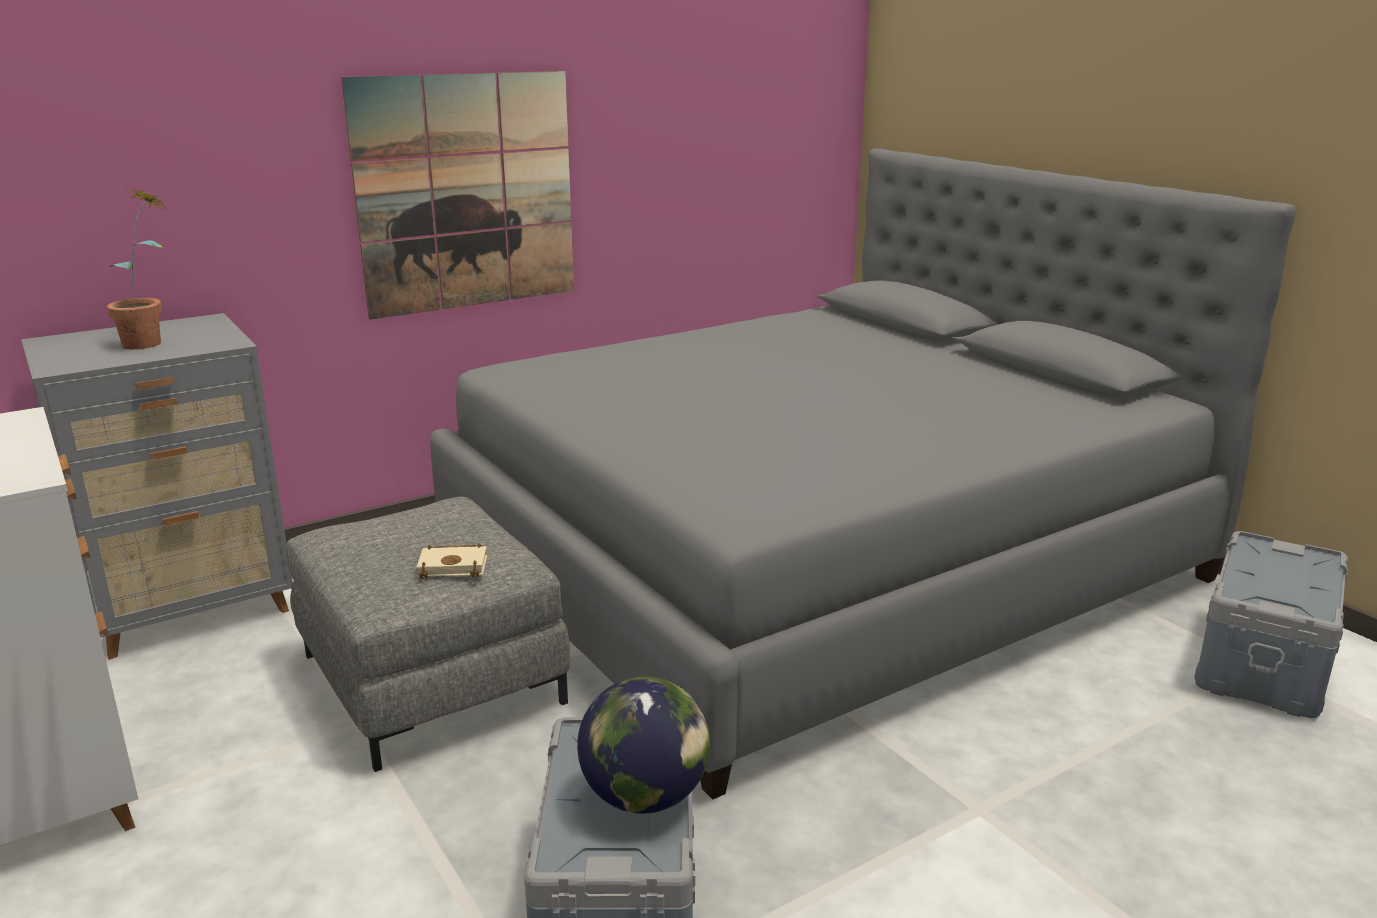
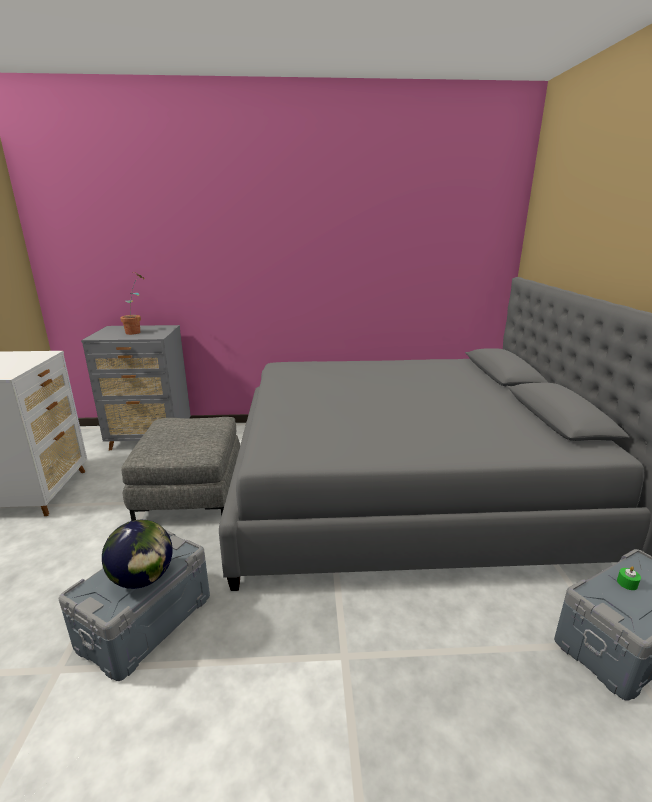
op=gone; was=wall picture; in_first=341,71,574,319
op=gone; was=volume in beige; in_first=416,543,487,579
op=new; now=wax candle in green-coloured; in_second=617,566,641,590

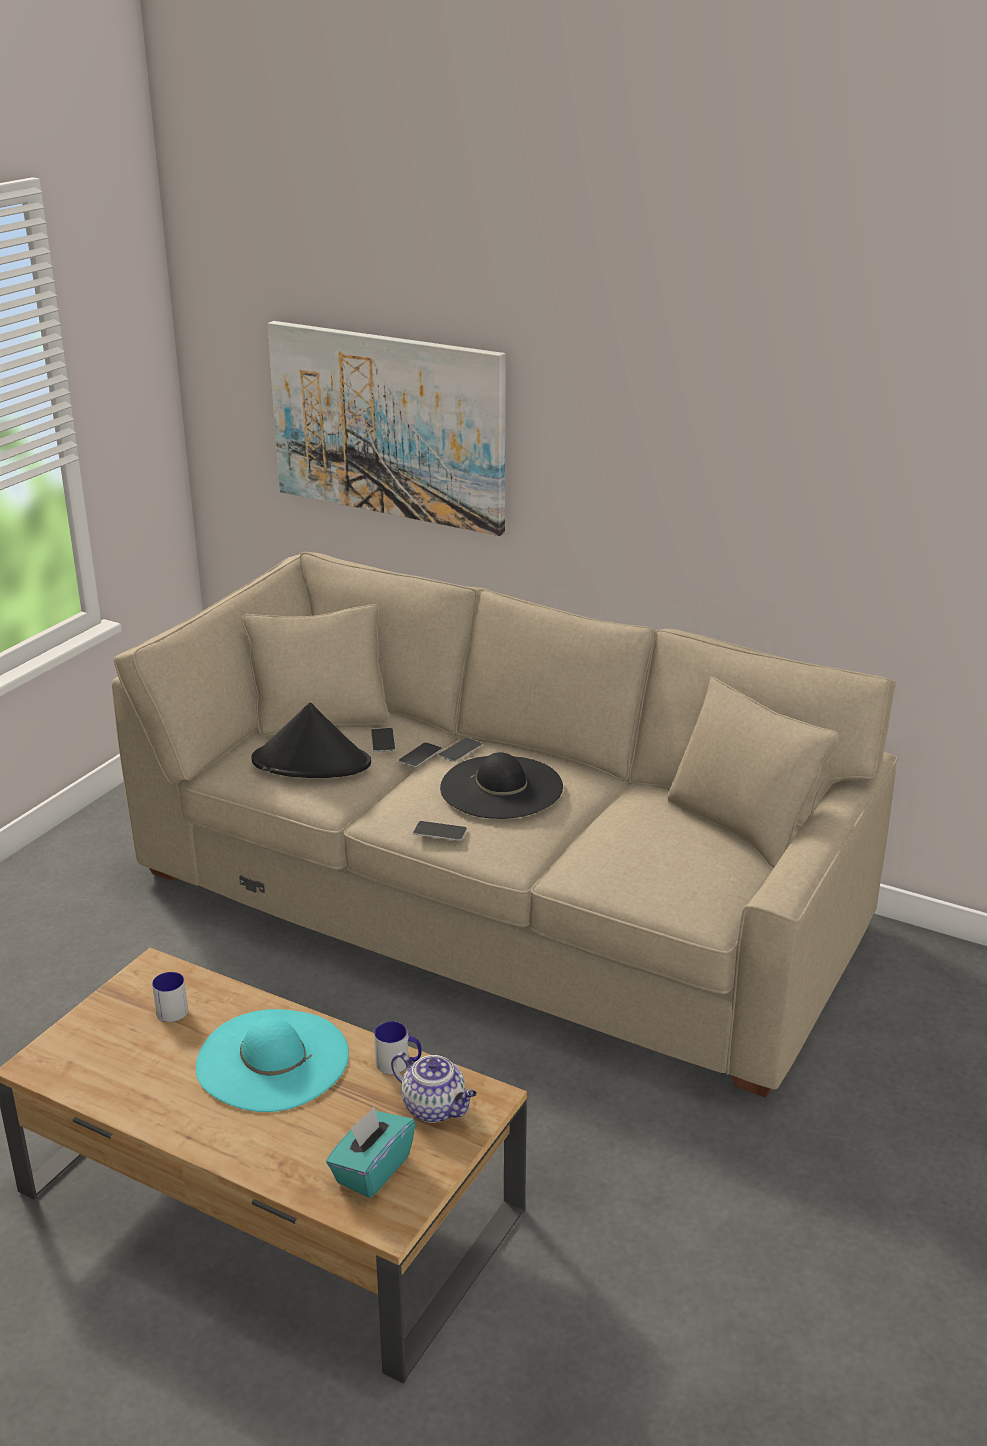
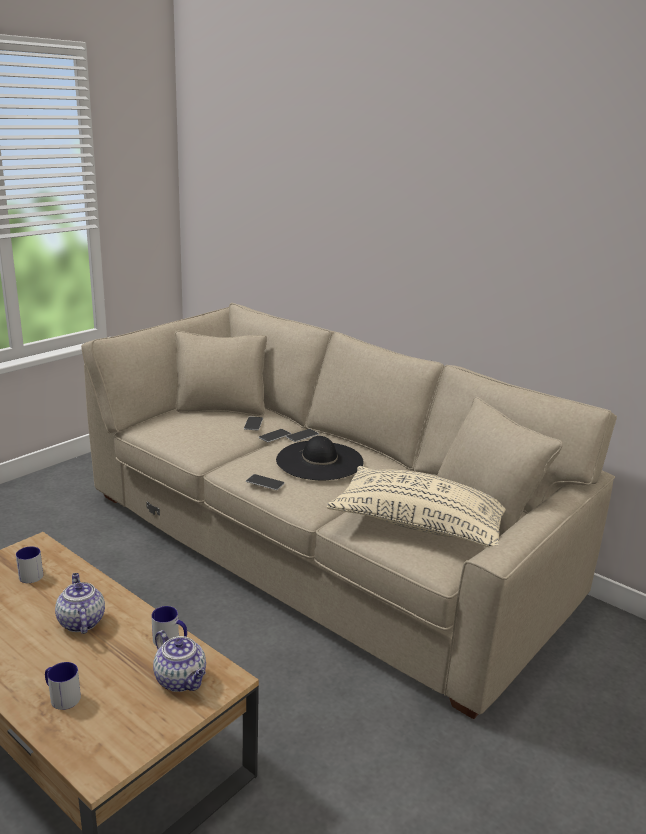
op=gone; was=wall picture; in_first=267,321,506,536
op=gone; was=wearable hat in blackish; in_first=251,703,371,778
op=swapped; was=wearable hat in blue-green; now=tea pot; in_first=196,1009,349,1112; in_second=55,573,105,634
op=gone; was=box of tissues in blue-green; in_first=326,1107,416,1198
op=new; now=throw pillow in beige; in_second=326,466,506,547
op=new; now=mug; in_second=45,662,81,710

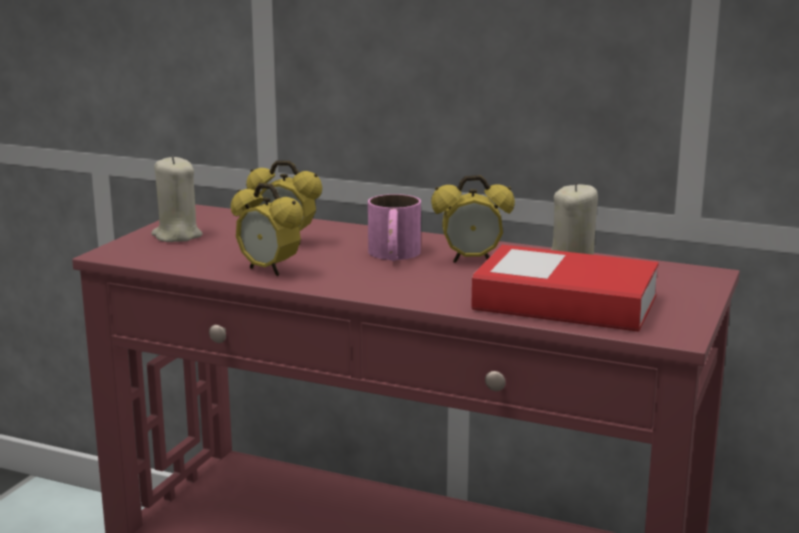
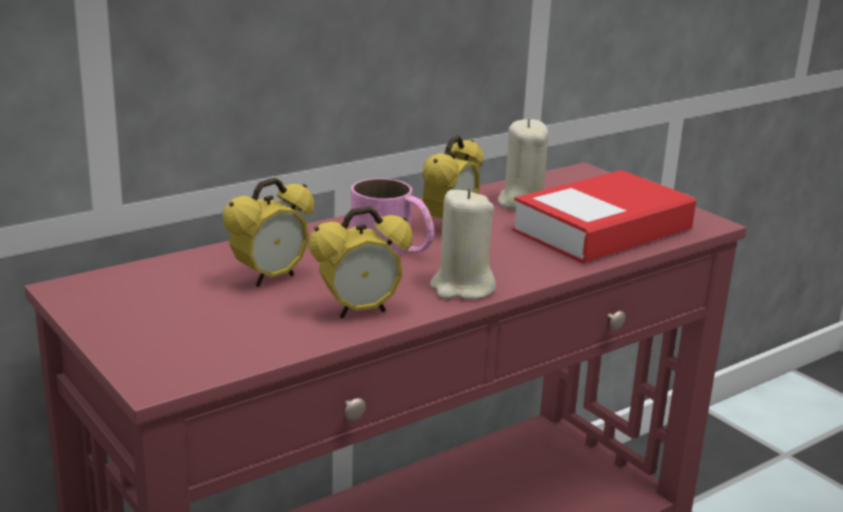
op=shifted; was=wax candle in beige; in_first=151,156,203,242; in_second=430,188,496,300

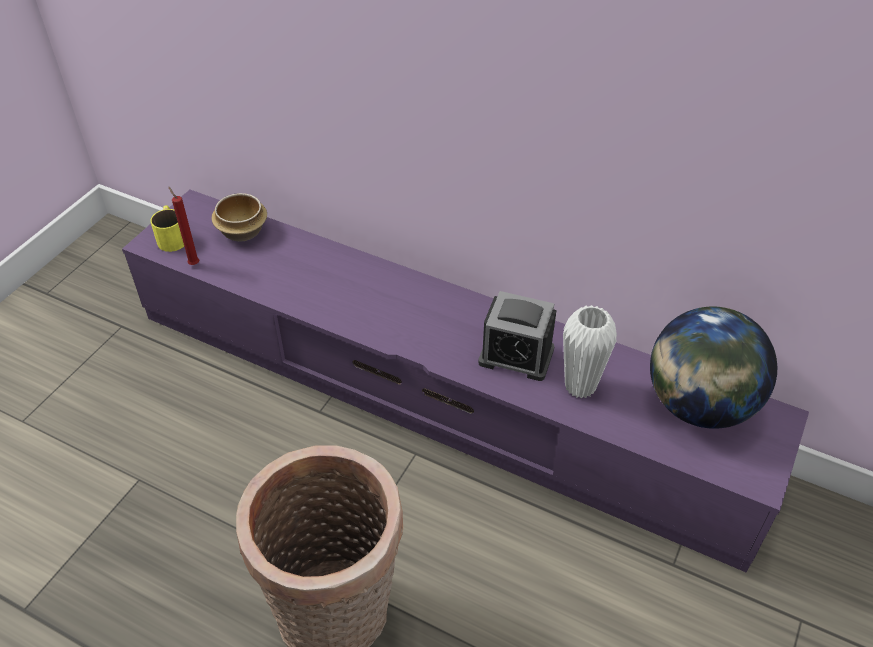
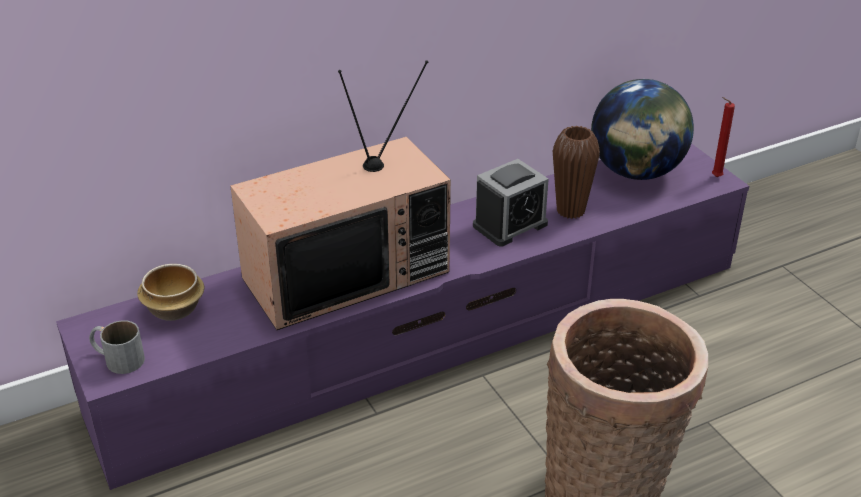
op=shifted; was=wax candle in red; in_first=168,186,199,265; in_second=712,97,735,177
op=repainted; was=mug in yellowish; now=mug in grey; in_first=150,205,184,252; in_second=89,320,145,374
op=repainted; was=flower vase in white-coloured; now=flower vase in brown-coloured; in_first=563,305,617,399; in_second=553,126,600,219
op=new; now=television; in_second=230,60,451,330

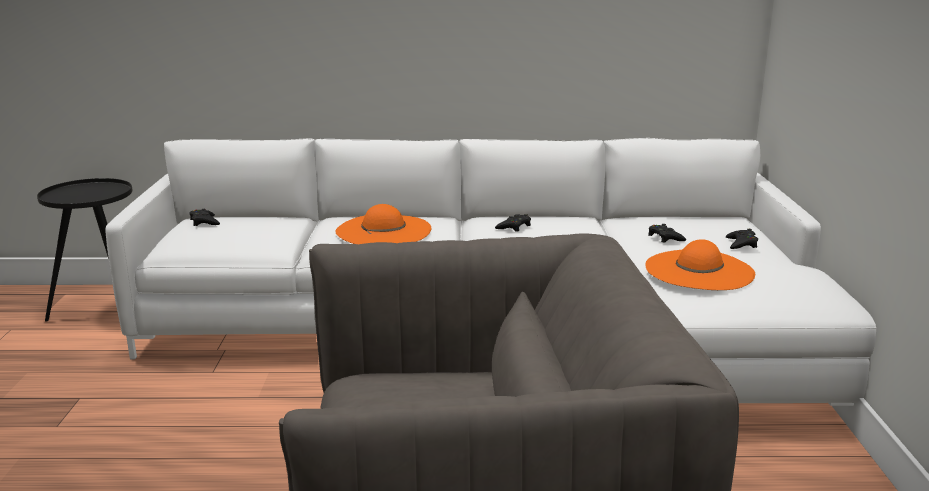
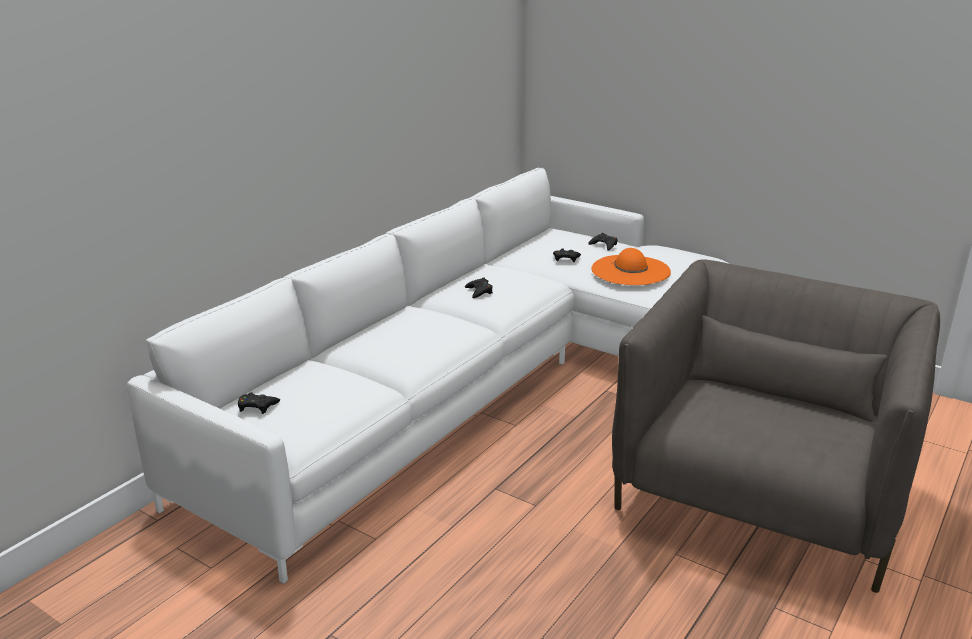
op=gone; was=end table in blackish; in_first=37,178,132,322
op=gone; was=wearable hat in orange-coloured; in_first=336,204,432,244

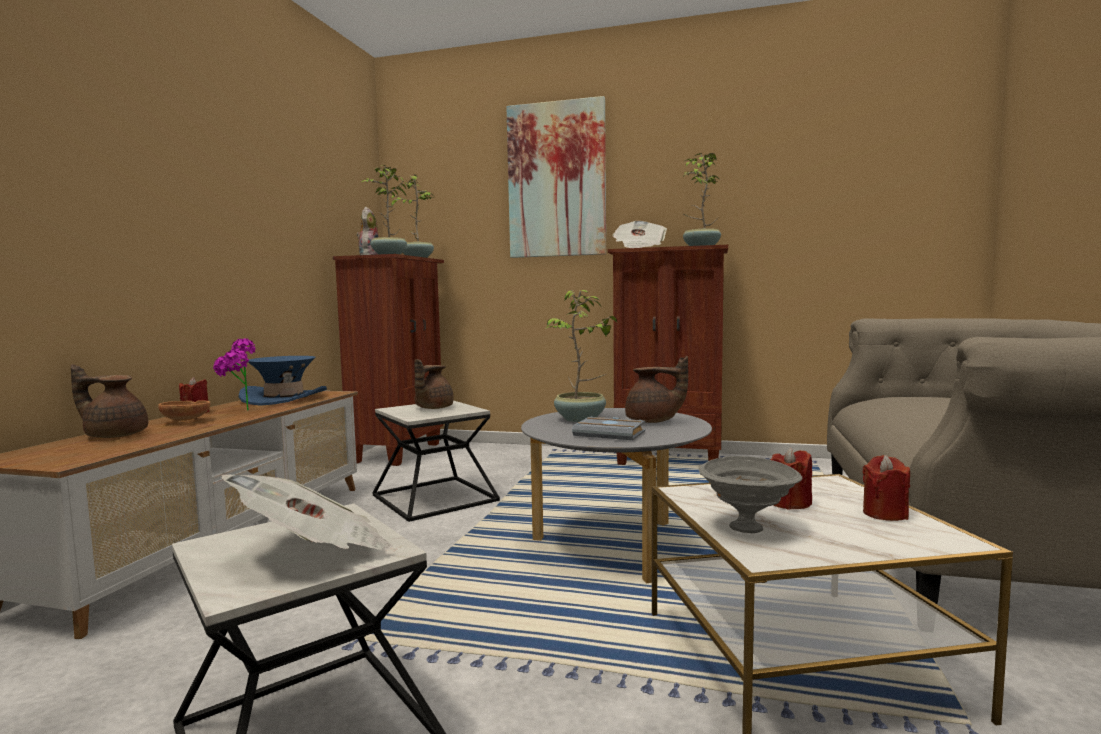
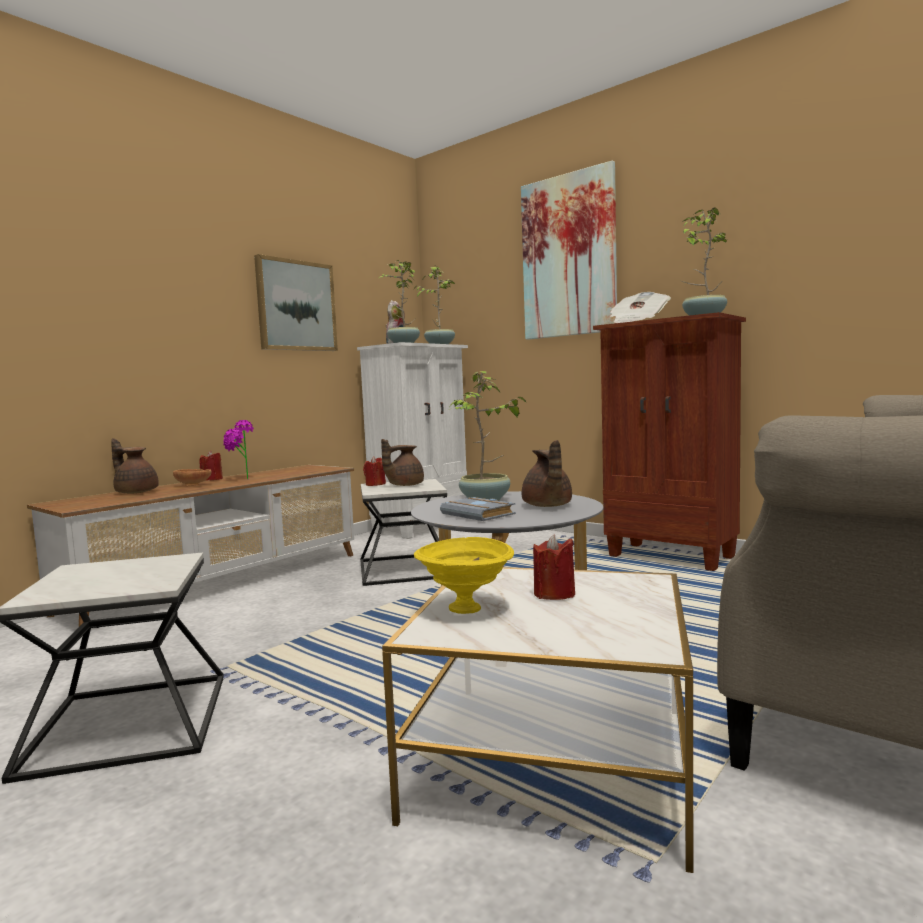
op=repainted; was=storage cabinet in brown-coloured; now=storage cabinet in white-coloured; in_first=333,254,444,466; in_second=357,342,468,539
op=gone; was=wearable hat in blue-coloured; in_first=239,356,327,406
op=rotated; was=tea pot in brown-coloured; in_first=625,356,688,423; in_second=522,440,572,507; clockwise=45
op=shifted; was=wax candle in red; in_first=863,455,910,521; in_second=363,456,386,486
op=repainted; was=serving bowl in grey; now=serving bowl in yellowish; in_first=699,456,802,533; in_second=414,537,514,614
op=gone; was=daily paper; in_first=221,475,397,551
op=new; now=wall picture; in_second=254,254,338,351

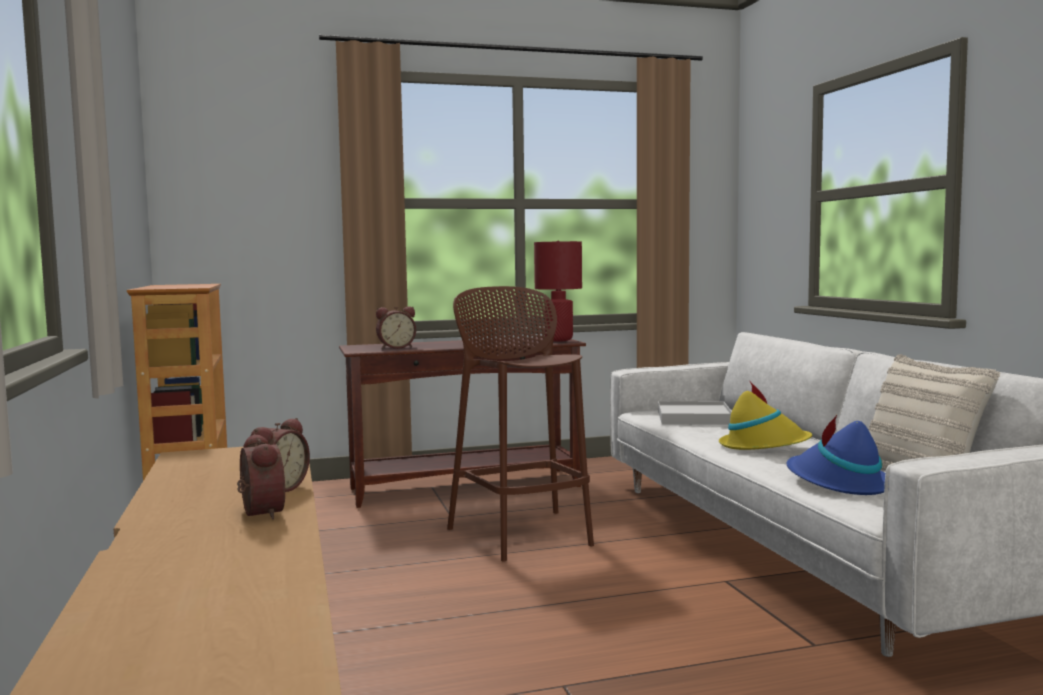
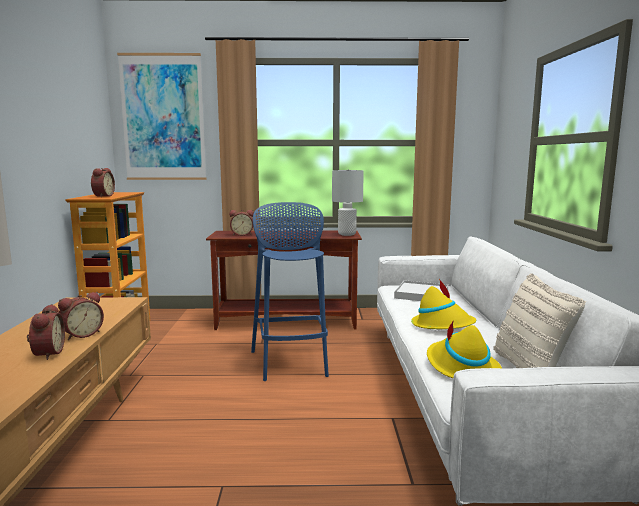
op=repainted; was=tabletop lamp in red; now=tabletop lamp in grey; in_first=534,240,582,342; in_second=332,170,364,236
op=repainted; was=stool seat in brown-coloured; now=stool seat in blue-coloured; in_first=447,286,594,562; in_second=251,202,329,381
op=repainted; was=wearable hat in blue-coloured; now=wearable hat in yellowish; in_first=787,415,889,495; in_second=427,320,502,378
op=new; now=wall picture; in_second=117,53,206,180
op=new; now=bedside clock; in_second=91,168,115,197

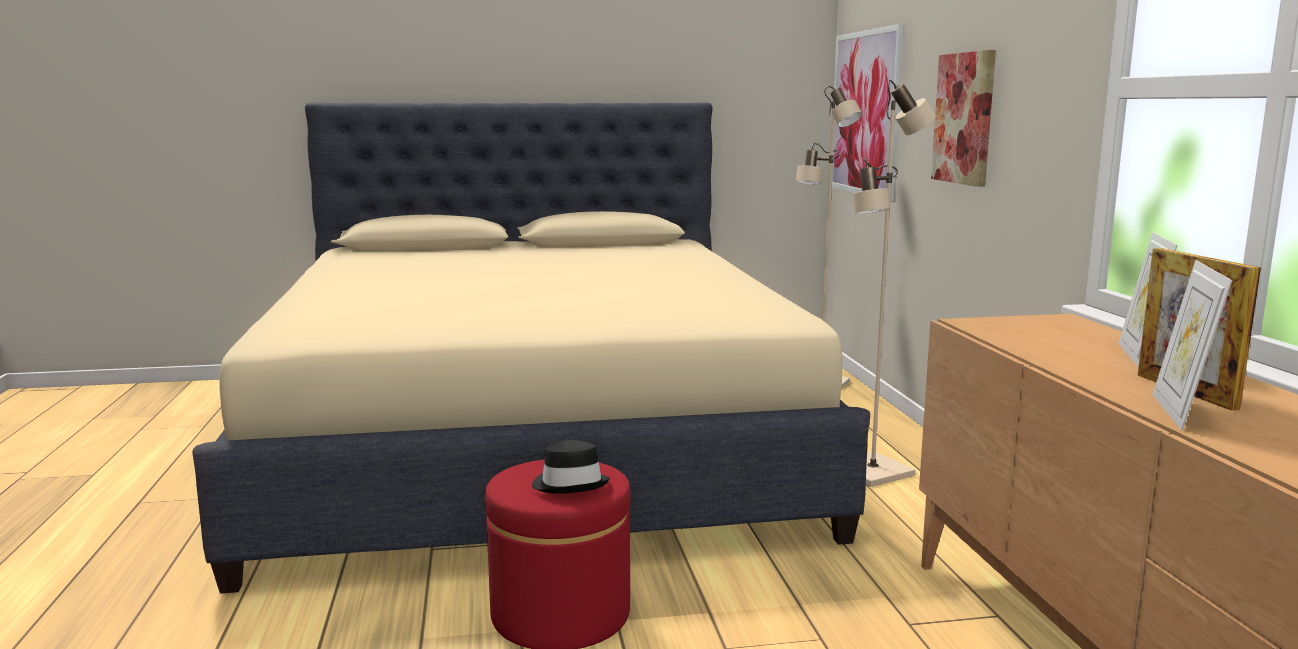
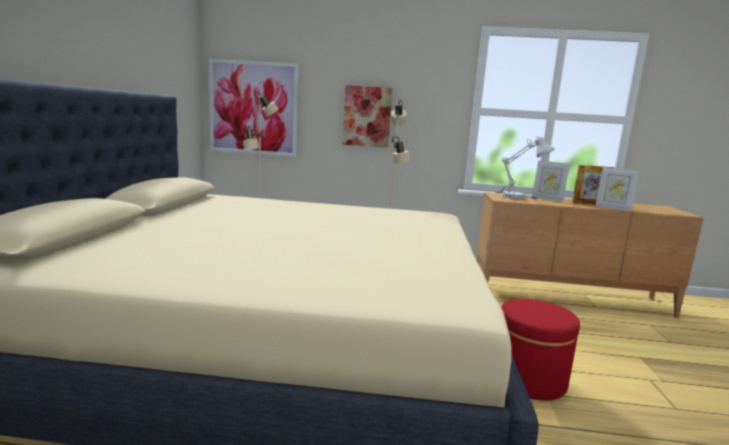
op=gone; was=wearable hat in blackish; in_first=532,440,610,494
op=new; now=tabletop lamp in white-coloured; in_second=494,137,555,199

